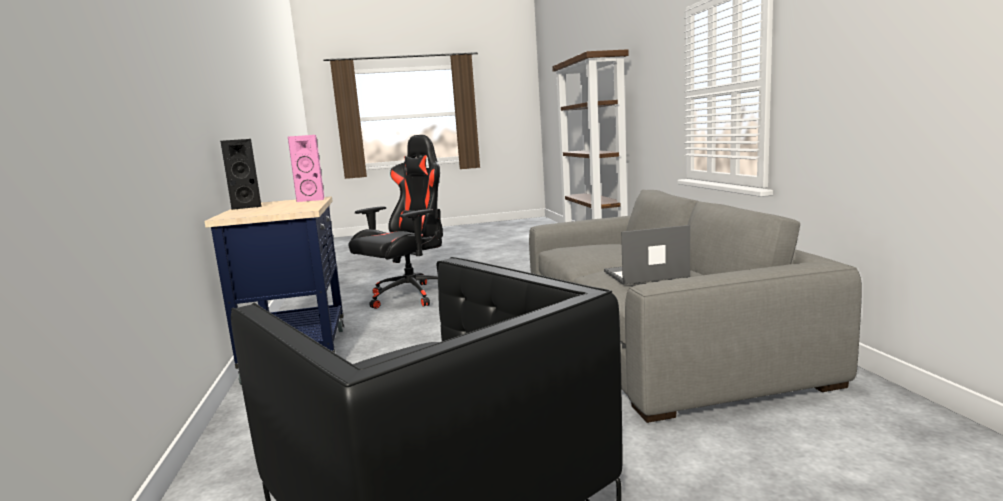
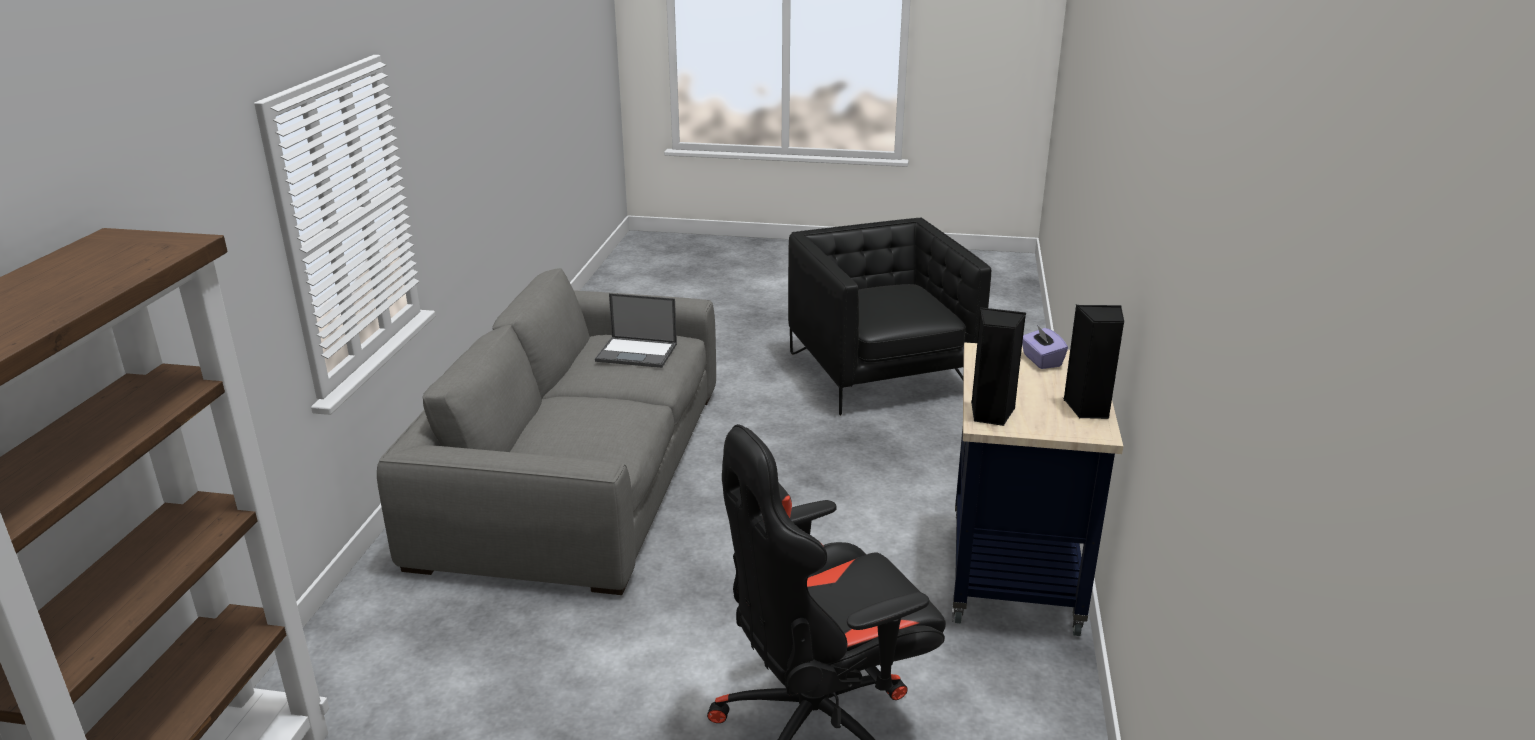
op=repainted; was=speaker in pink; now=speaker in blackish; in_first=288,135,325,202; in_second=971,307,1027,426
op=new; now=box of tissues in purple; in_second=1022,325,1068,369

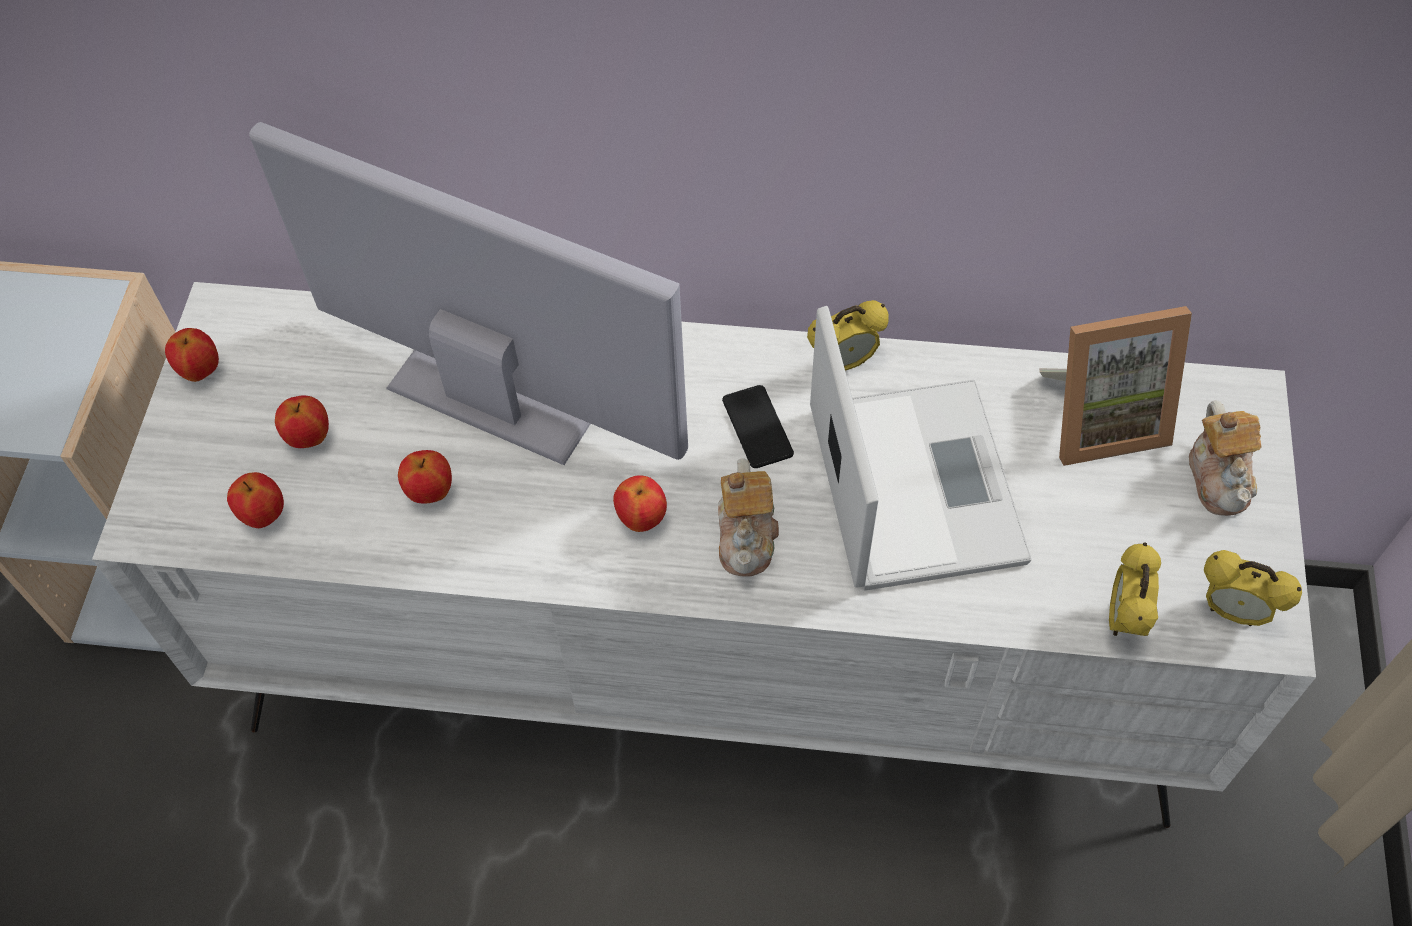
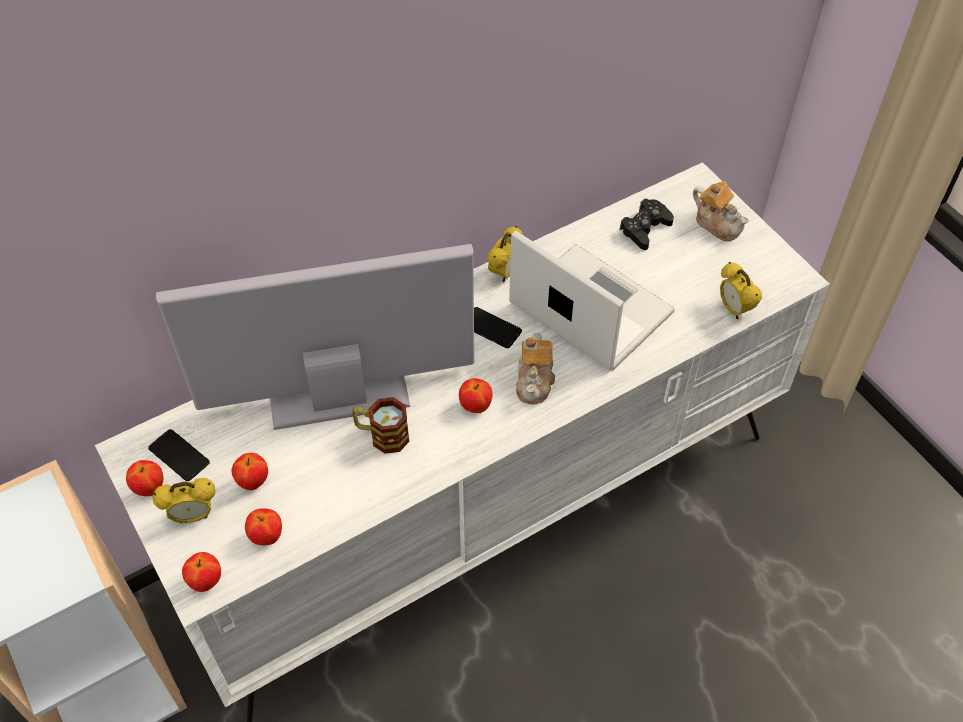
op=swapped; was=photo frame; now=gamepad in blackish; in_first=1039,306,1192,466; in_second=619,198,674,250
op=shifted; was=whole apple; in_first=398,450,452,504; in_second=182,552,221,592
op=rotated; was=tea pot; in_first=718,458,779,576; in_second=516,333,555,405; clockwise=45
op=shifted; was=bedside clock; in_first=1204,550,1302,626; in_second=153,478,215,523
op=new; now=mug; in_second=352,397,409,454
op=new; now=handset; in_second=148,429,210,481

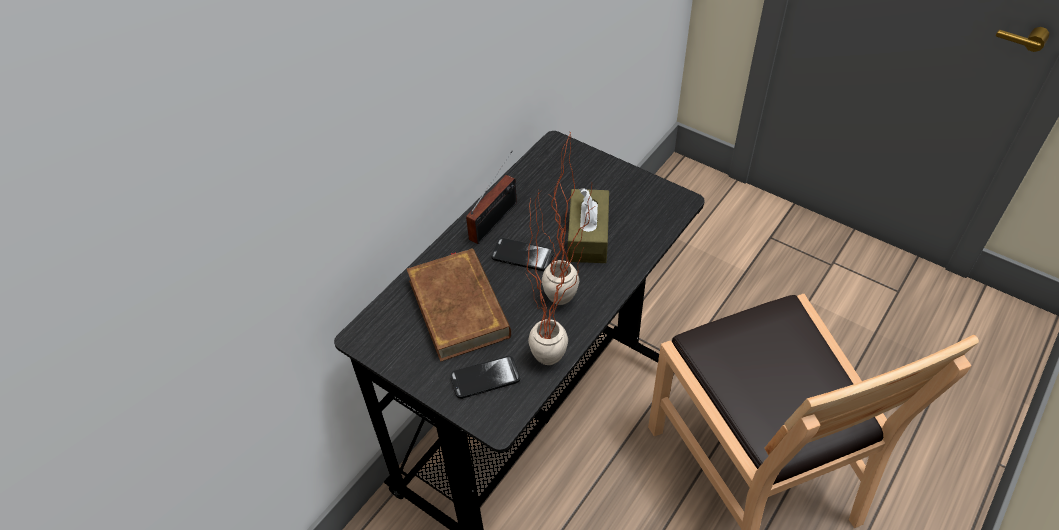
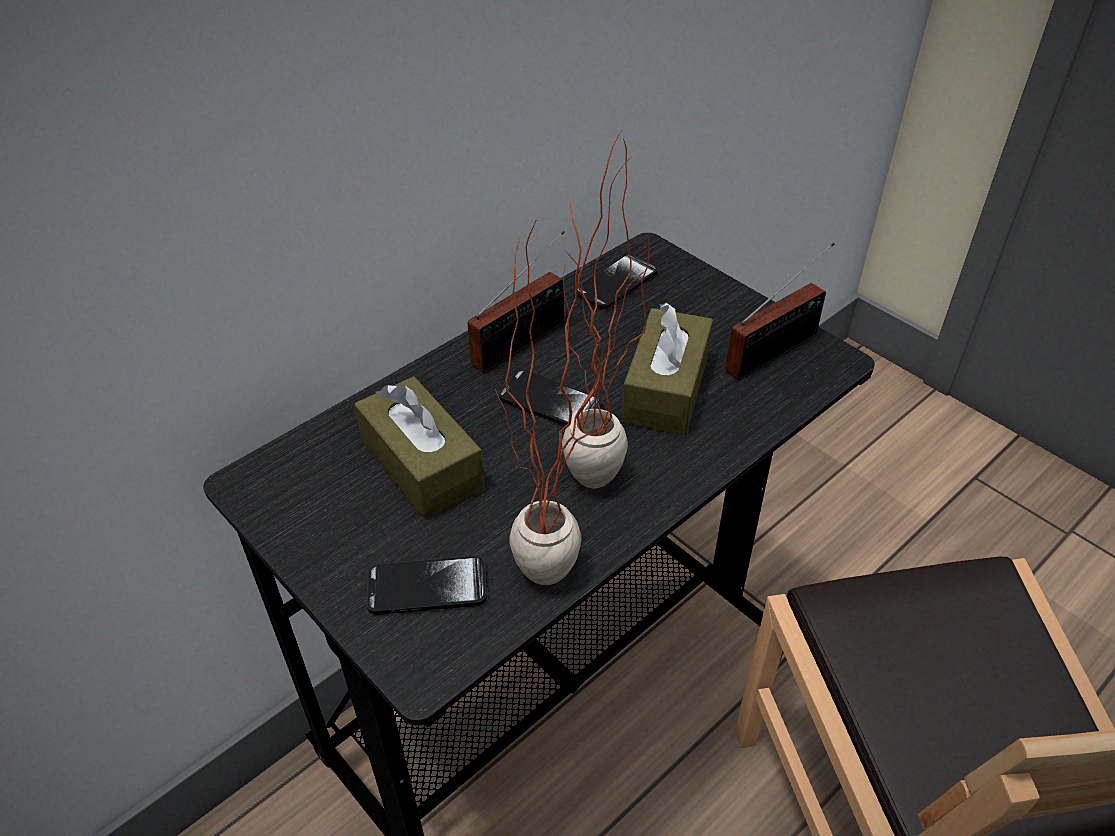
op=swapped; was=volume in brown-coloured; now=box of tissues in brown-coloured; in_first=407,248,511,362; in_second=354,376,485,519
op=new; now=radio; in_second=726,243,835,381
op=new; now=handset; in_second=577,253,658,309

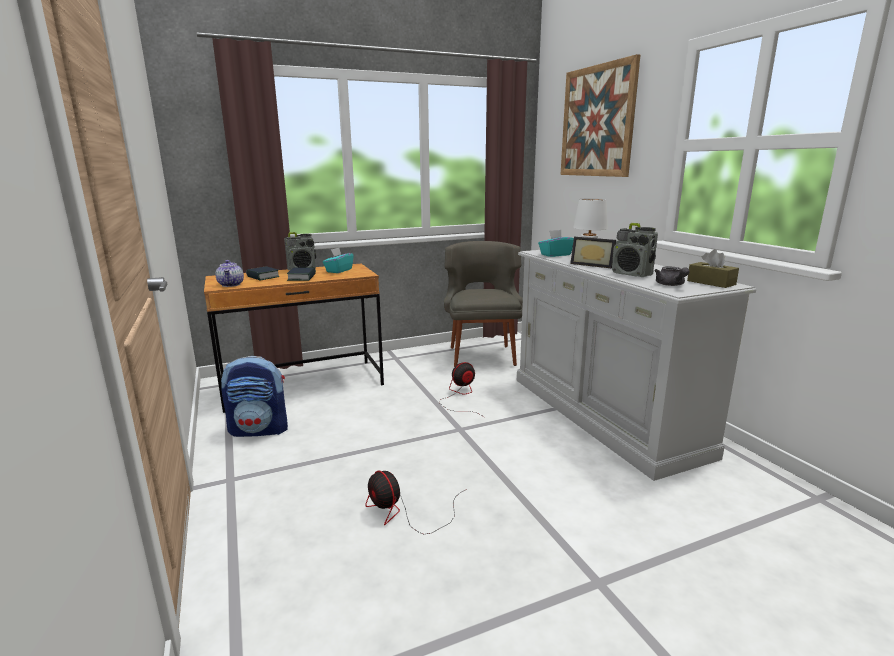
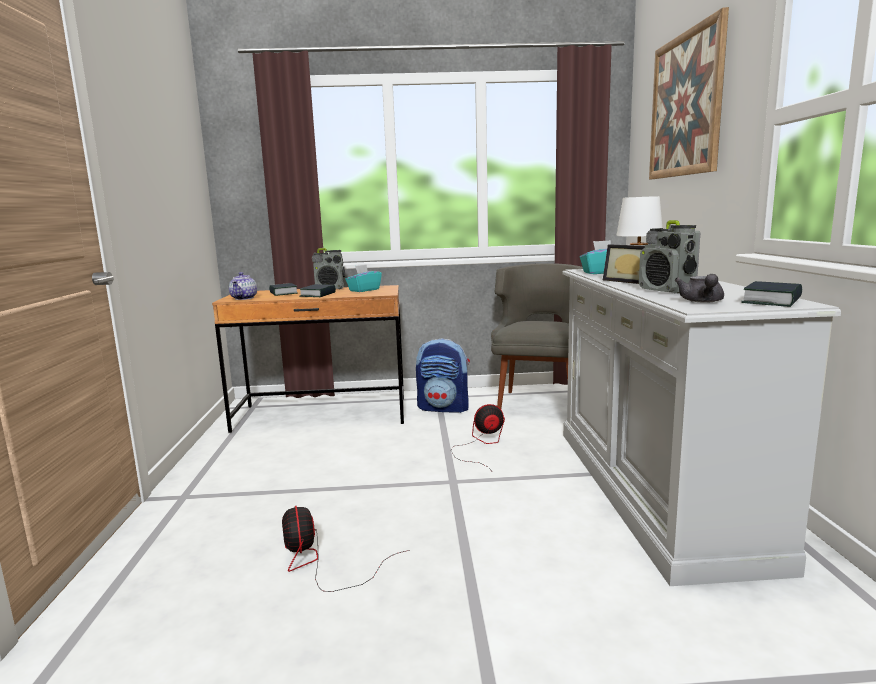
op=swapped; was=box of tissues in brown-coloured; now=volume; in_first=687,249,739,288; in_second=741,281,802,307
op=shifted; was=knapsack; in_first=221,356,288,437; in_second=416,339,470,413

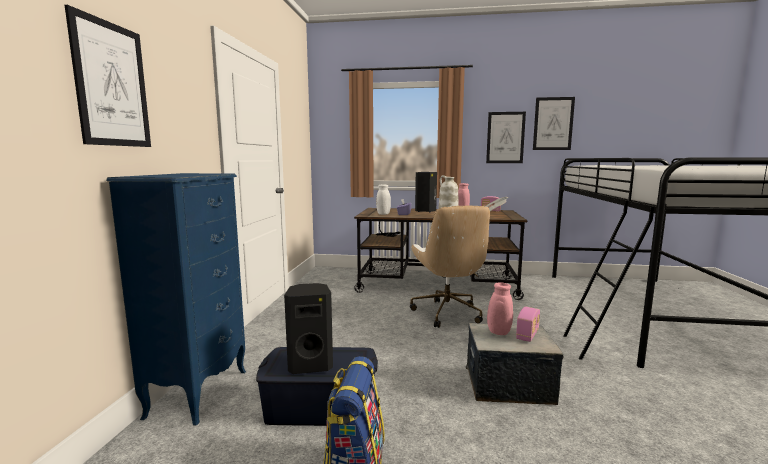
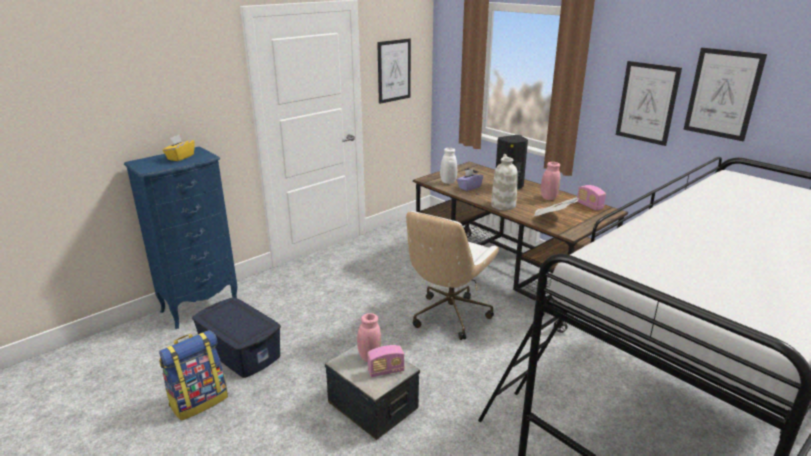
op=shifted; was=wall picture; in_first=65,5,151,147; in_second=377,38,411,104
op=gone; was=speaker in blackish; in_first=284,283,333,374
op=new; now=box of tissues in yellowish; in_second=163,135,195,161

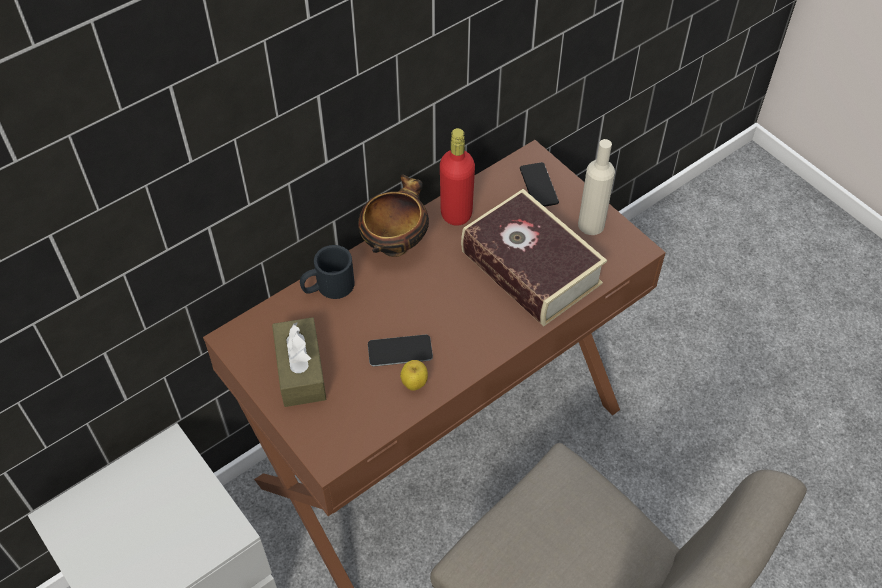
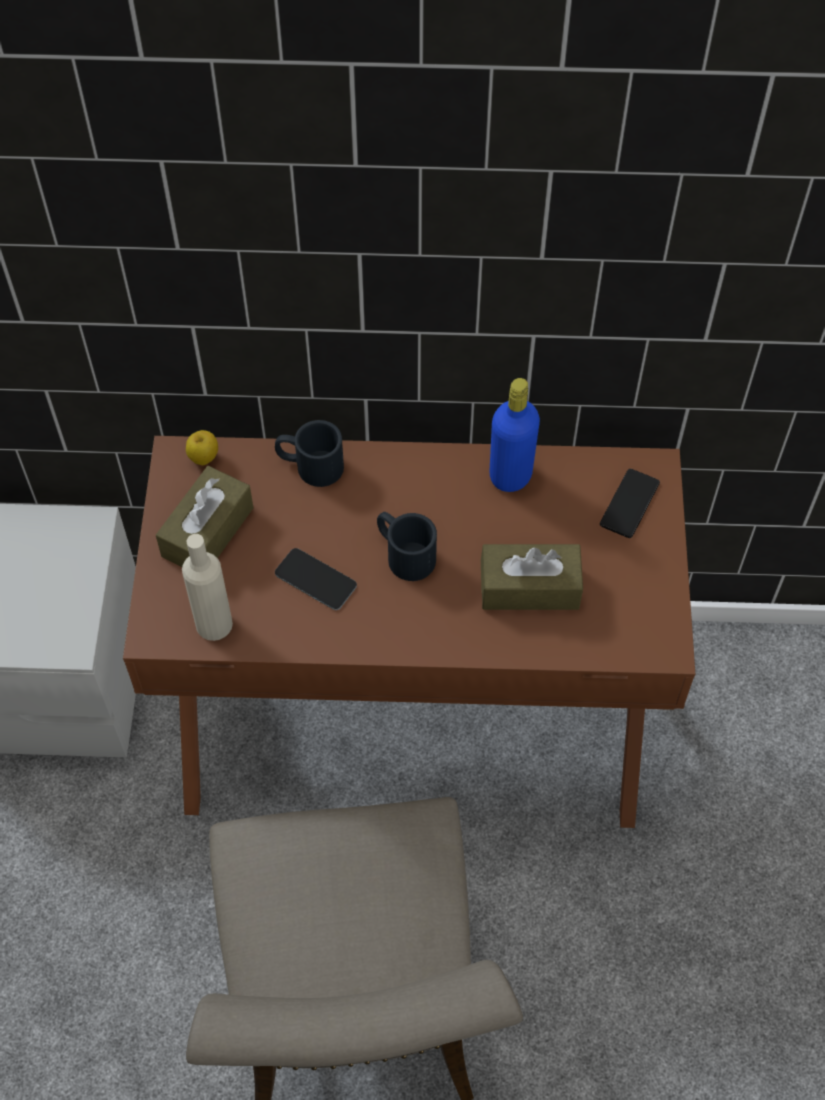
op=repainted; was=beverage bottle in red; now=beverage bottle in blue-coloured; in_first=440,128,475,226; in_second=489,378,540,492
op=shifted; was=beverage bottle in beige; in_first=578,139,615,235; in_second=182,534,233,641
op=gone; was=serving bowl; in_first=358,175,429,257
op=swapped; was=volume; now=box of tissues in brown-coloured; in_first=461,189,607,327; in_second=481,544,583,610
op=shifted; was=whole apple; in_first=400,360,428,391; in_second=186,430,218,465
op=new; now=mug in blackish; in_second=377,512,437,581

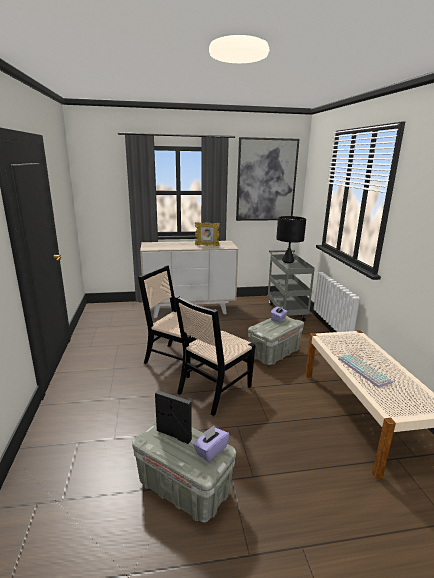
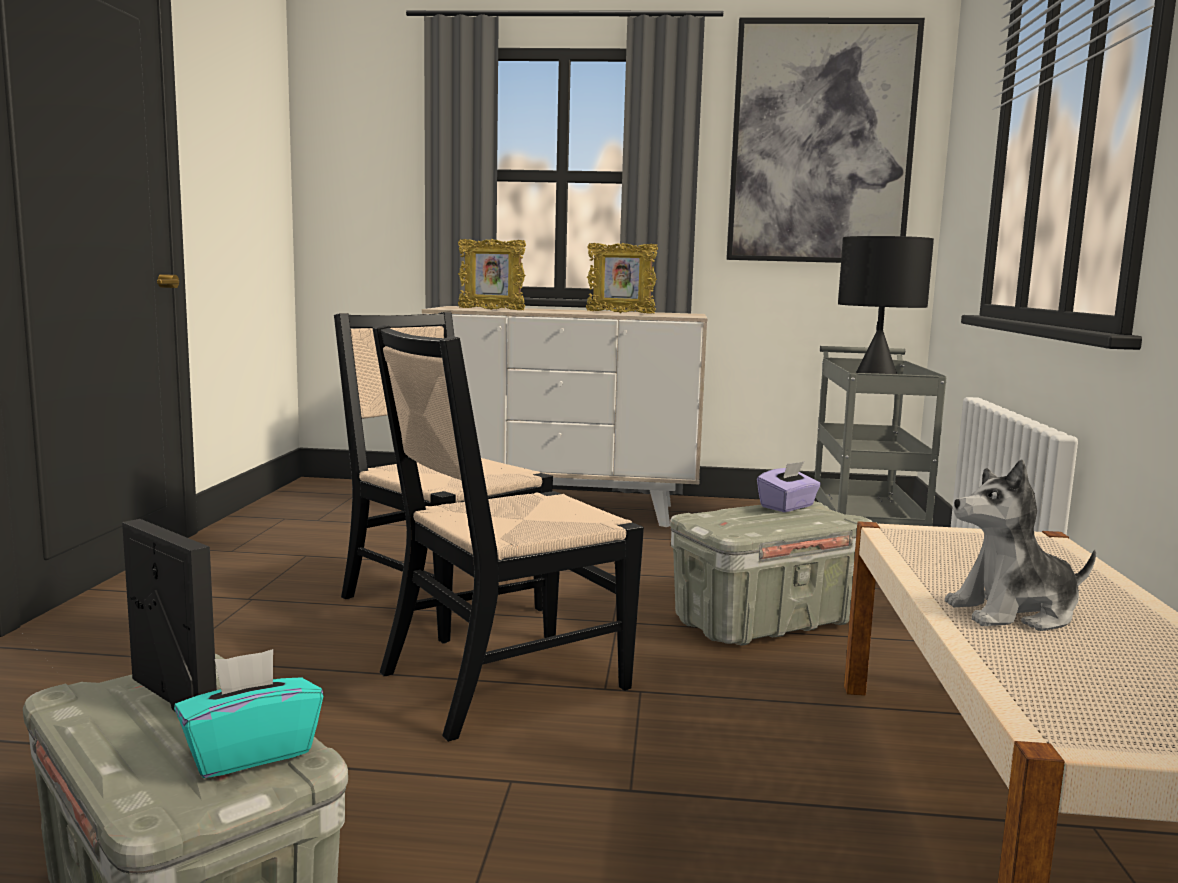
op=swapped; was=PC keyboard; now=plush toy; in_first=338,354,393,387; in_second=945,460,1096,631
op=repainted; was=box of tissues in purple; now=box of tissues in blue-green; in_first=193,426,229,462; in_second=174,649,323,778
op=new; now=photo frame; in_second=458,239,526,310

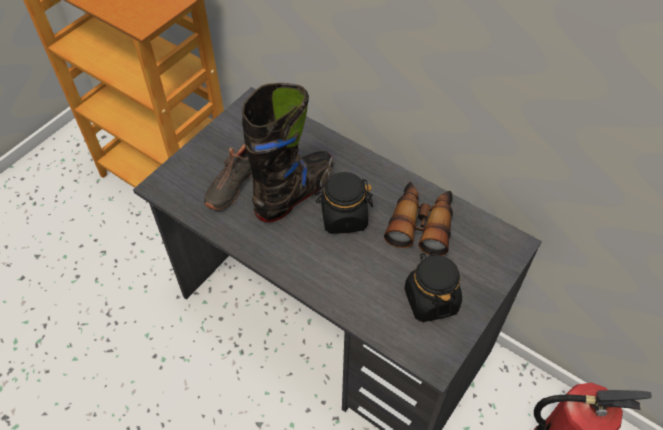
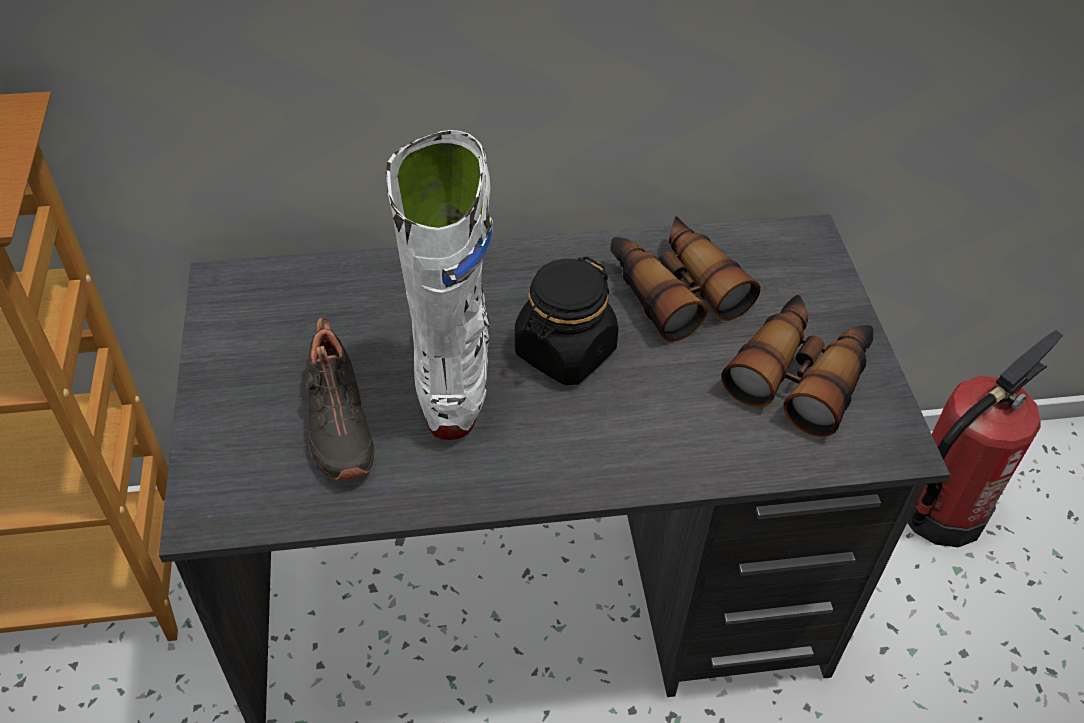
op=repainted; was=boot in blackish; now=boot in white-coloured; in_first=242,83,334,222; in_second=386,130,493,440
op=swapped; was=jar in blackish; now=field glasses; in_first=404,251,462,322; in_second=722,295,873,437

